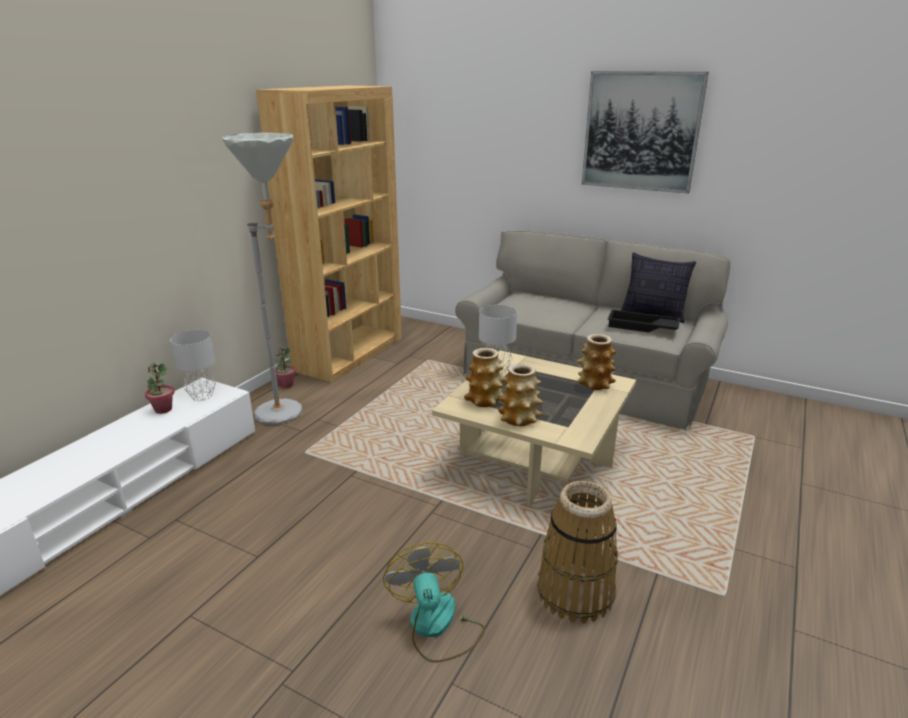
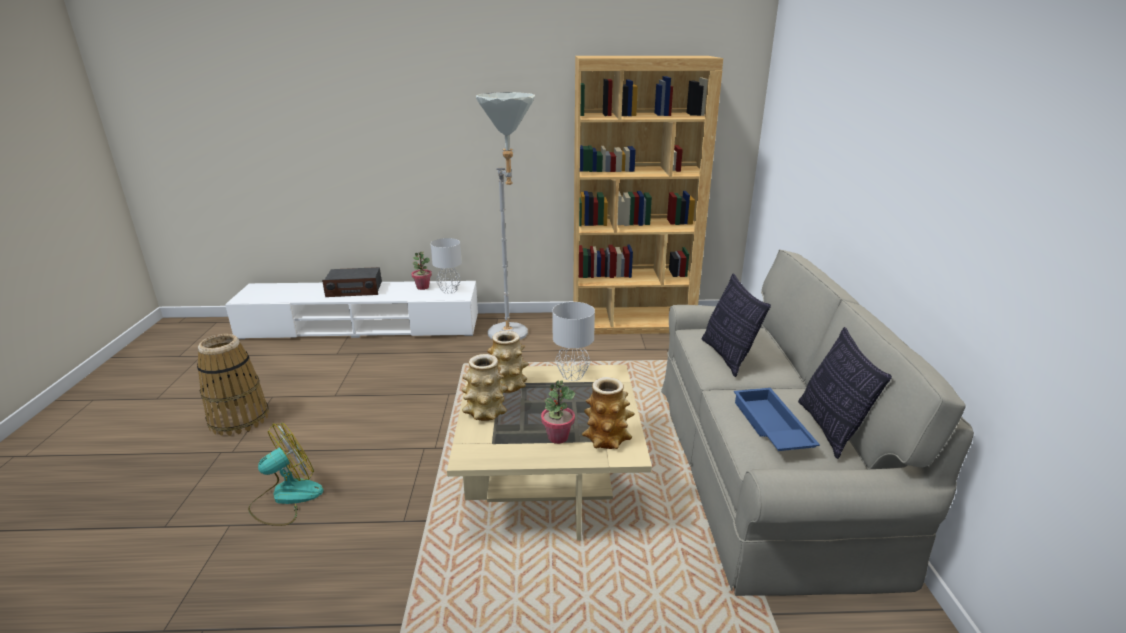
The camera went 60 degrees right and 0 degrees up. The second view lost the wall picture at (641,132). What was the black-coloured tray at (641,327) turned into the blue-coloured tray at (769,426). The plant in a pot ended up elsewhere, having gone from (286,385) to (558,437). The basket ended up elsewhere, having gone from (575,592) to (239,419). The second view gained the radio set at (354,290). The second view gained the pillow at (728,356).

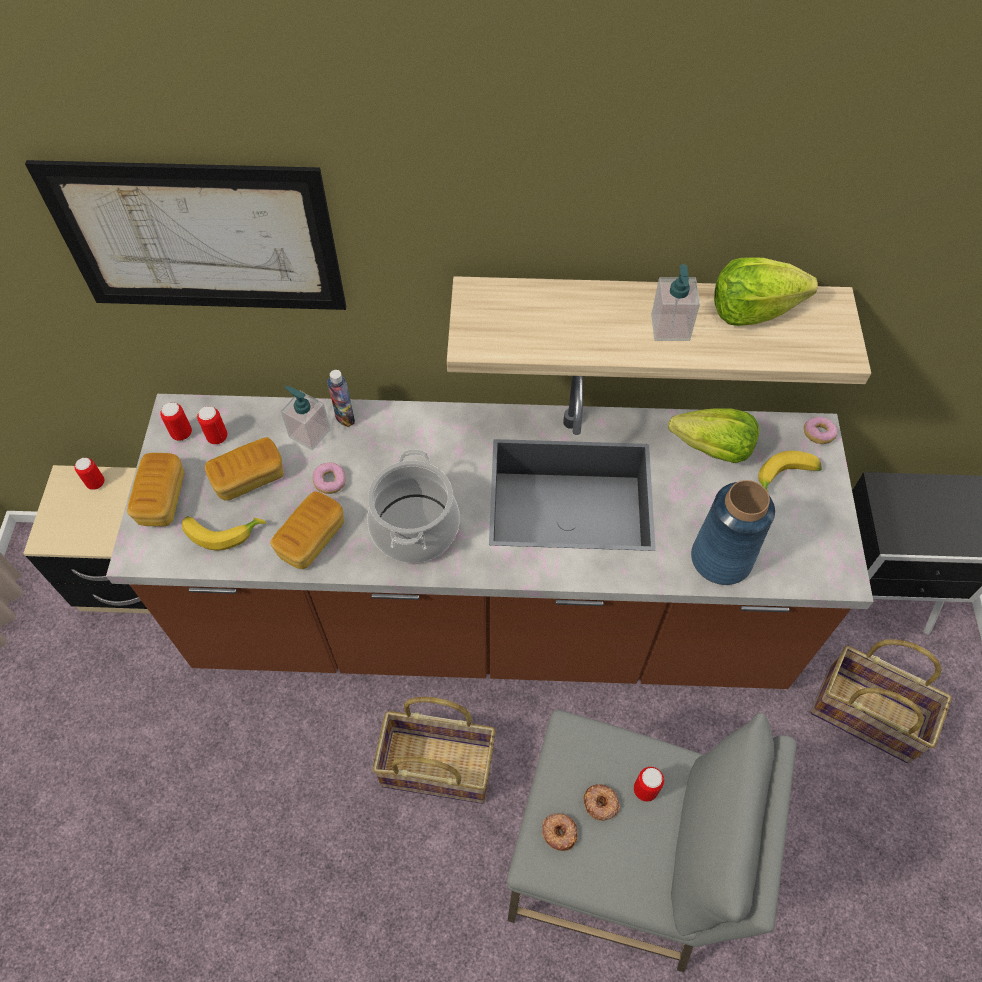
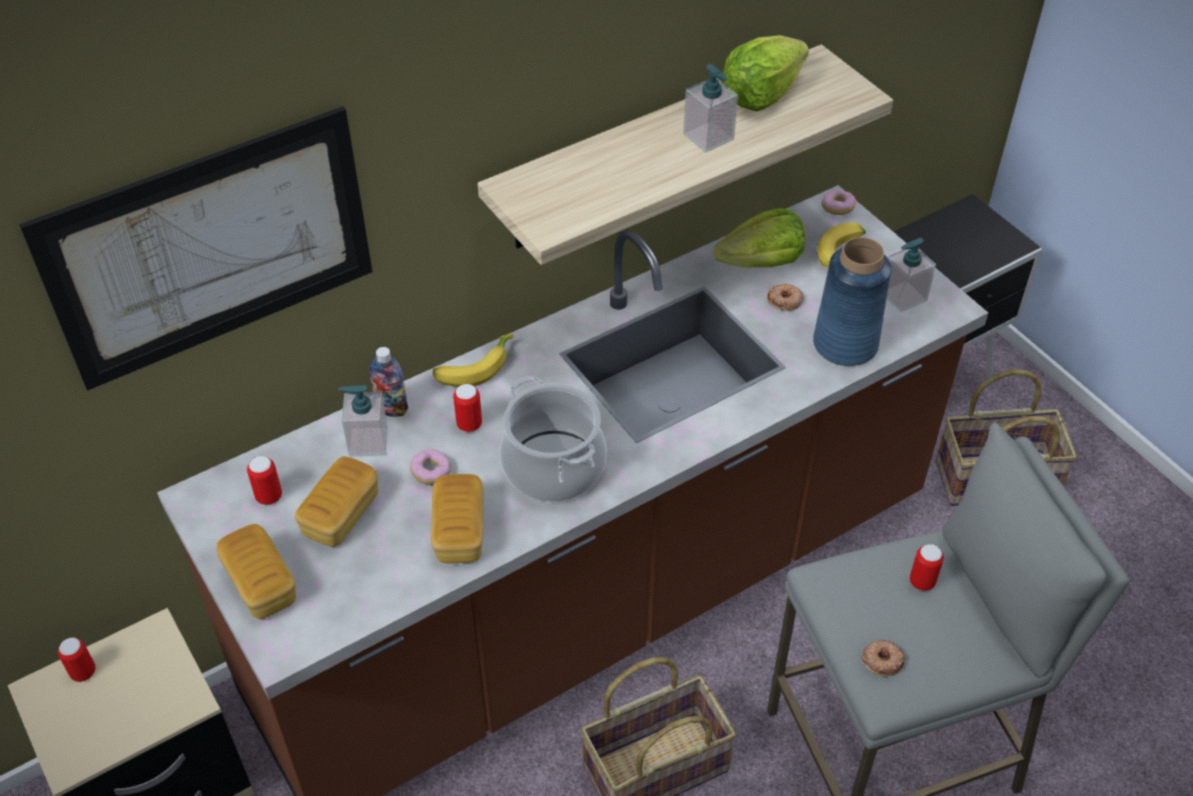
The camera went 35 degrees left and 10 degrees down. The can ended up elsewhere, having gone from (182,433) to (469,424). The banana ended up elsewhere, having gone from (223,531) to (473,367). The donut ended up elsewhere, having gone from (600,803) to (785,300). The second view gained the soap bottle at (903,296).

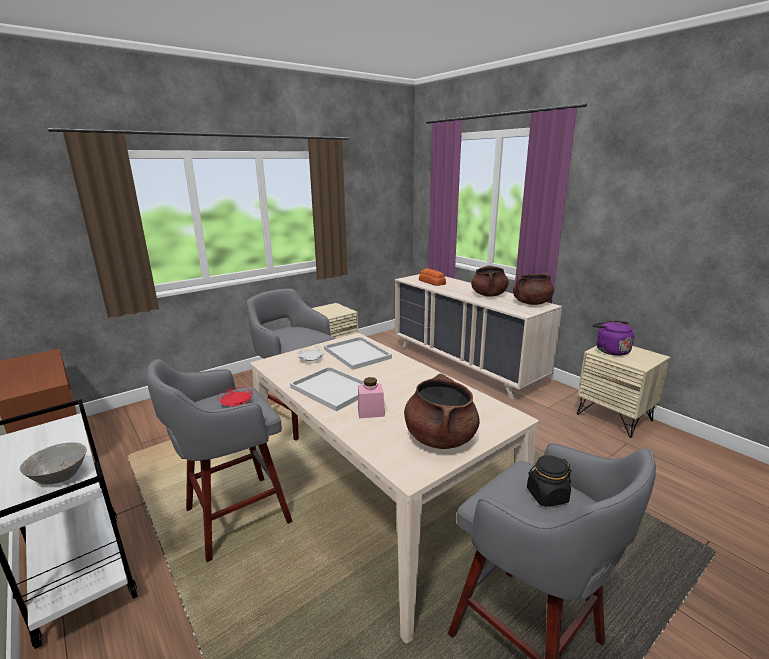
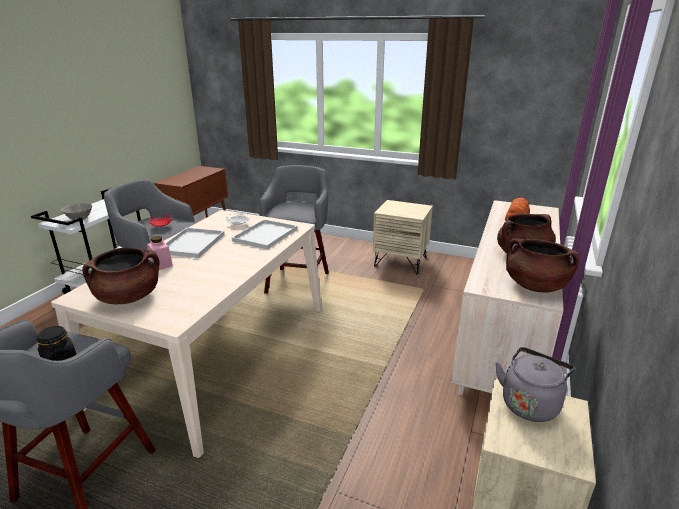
The camera went 60 degrees right and 5 degrees up. What was the purple kettle at (610,350) turned into the greyish kettle at (530,403).

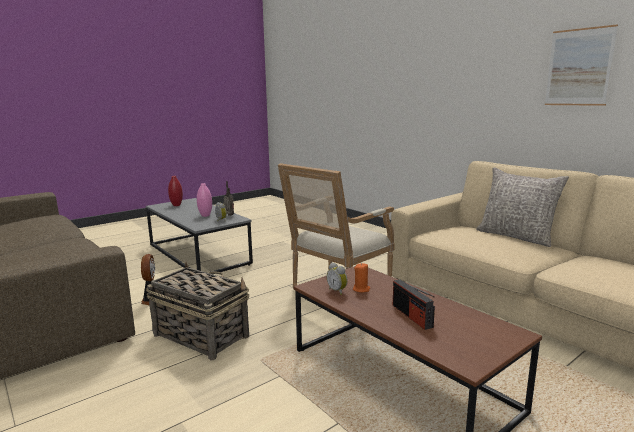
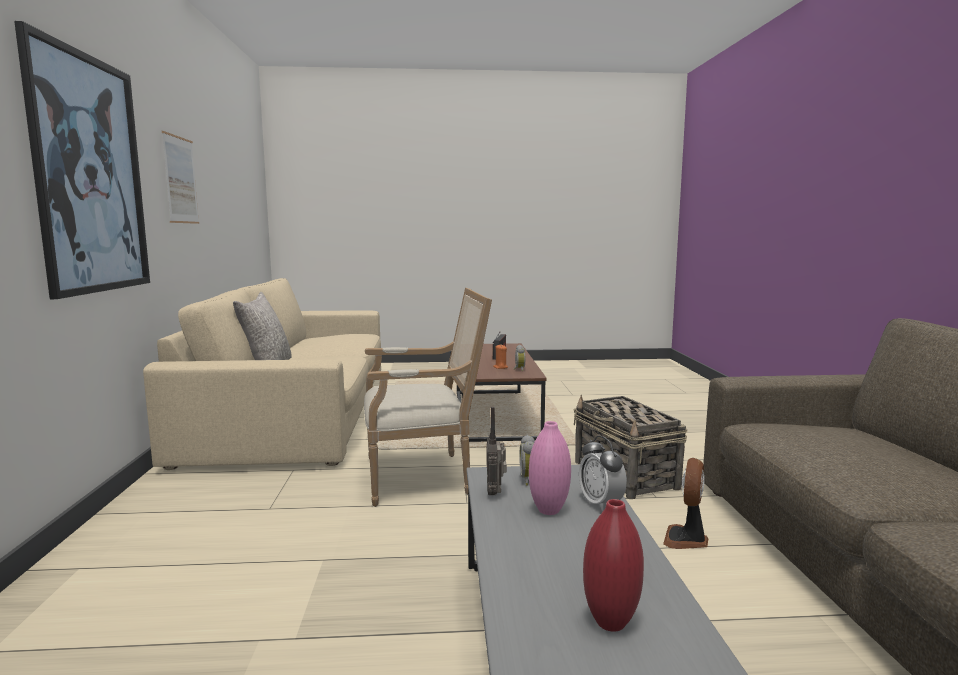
The camera went 145 degrees left and 5 degrees down. The second view gained the wall picture at (90,175). The second view gained the table clock at (601,503).

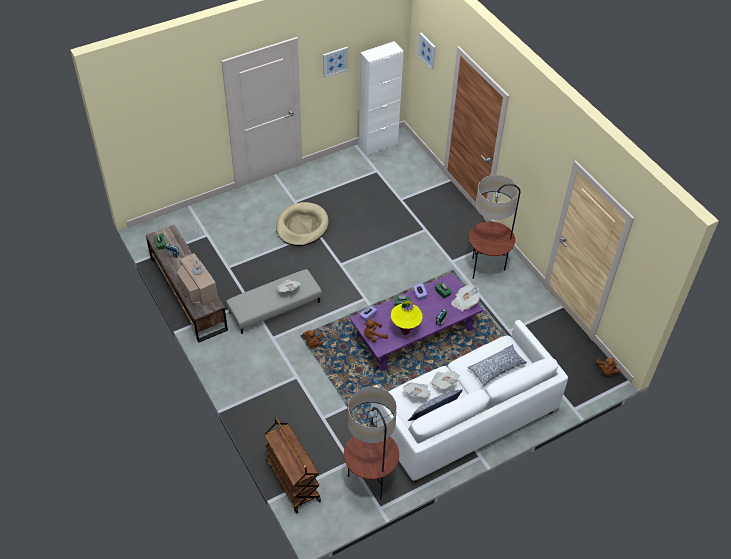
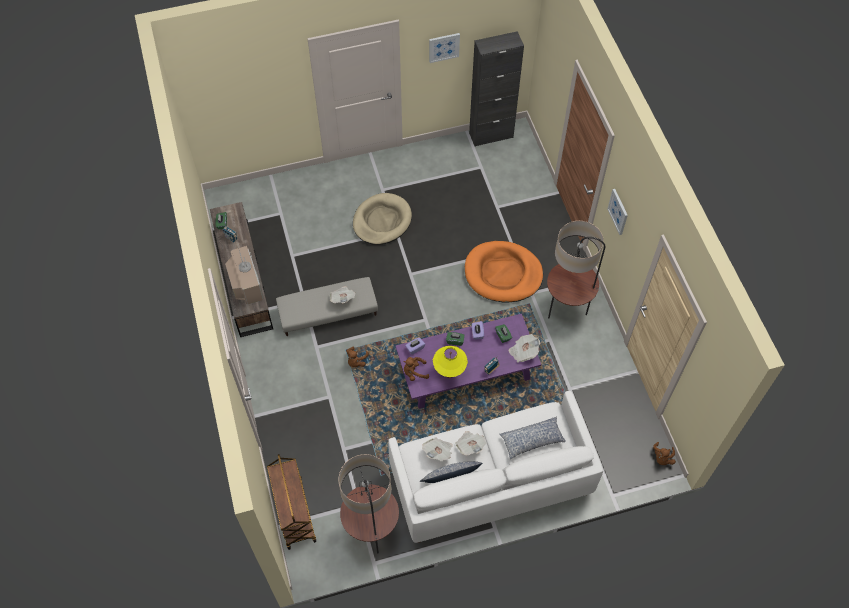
The camera went 15 degrees right and 10 degrees up. The wall picture ended up elsewhere, having gone from (427,50) to (618,211). What was the whitish storage cabinet at (378,145) turned into the black-coloured storage cabinet at (491,135). The second view gained the orange dog bed at (503,274).

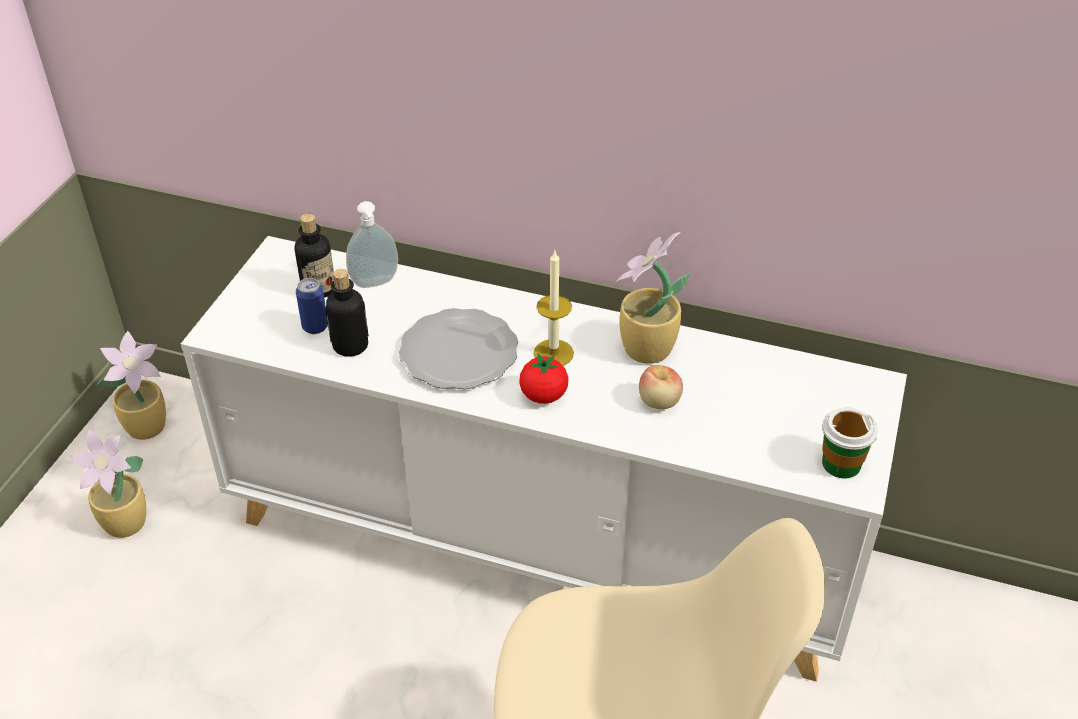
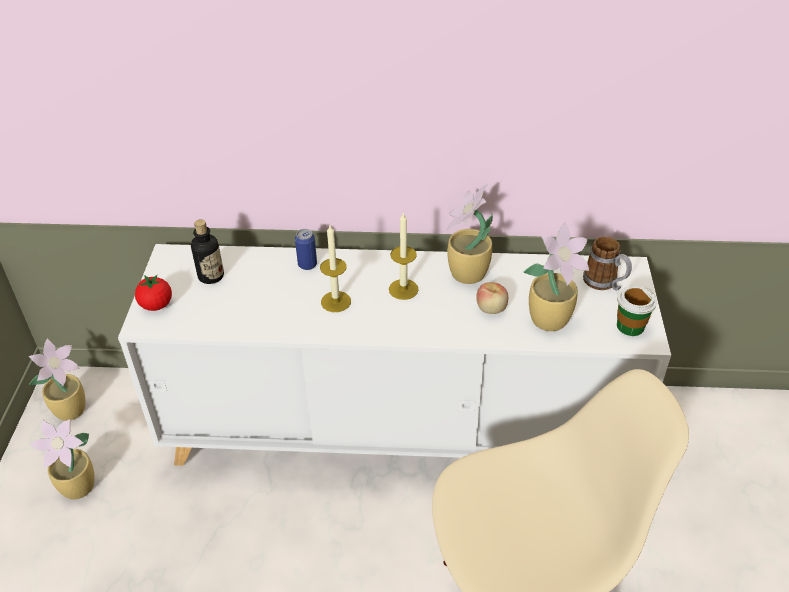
The camera went 15 degrees left and 0 degrees up. The second view lost the soap bottle at (375,283). The second view lost the drink bottle at (350,346). The can ended up elsewhere, having gone from (315,327) to (307,265). Where the flat dish stood at (460,352), the wax candle came to stand at (336,301). The whole tomato ended up elsewhere, having gone from (543,396) to (156,305). The second view gained the plant in a pot at (551,319). The second view gained the tea mug at (605,284).

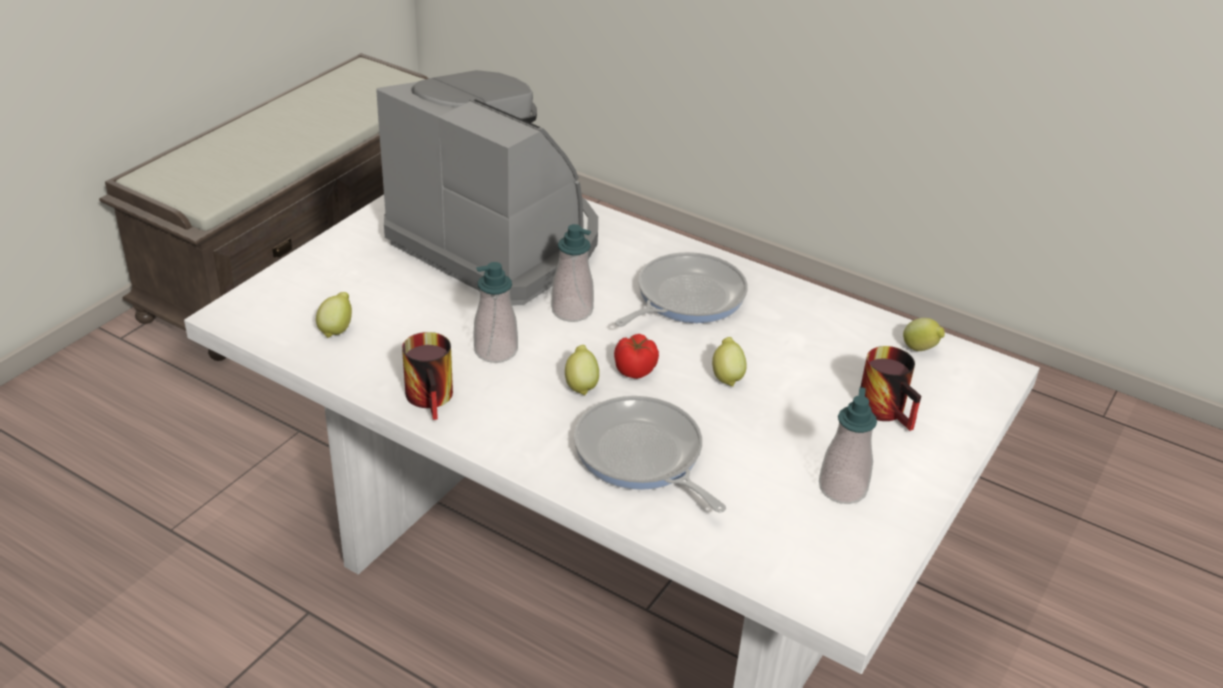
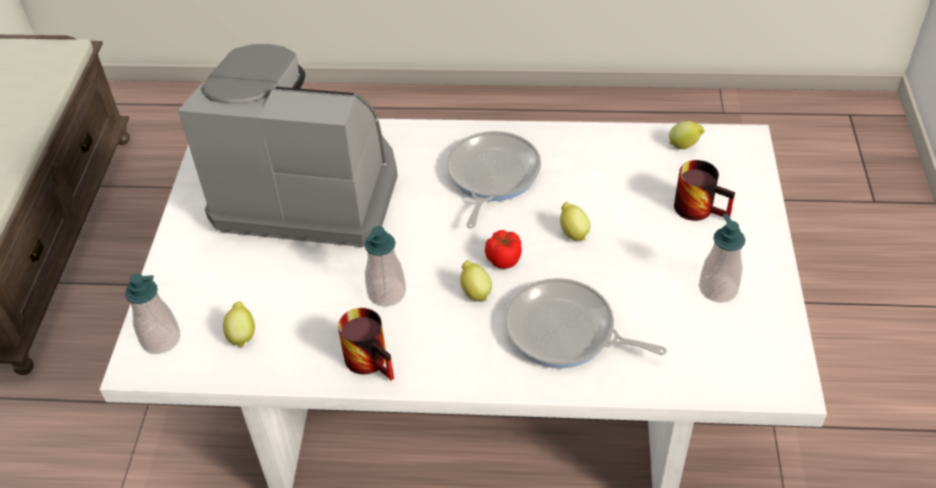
The camera went 25 degrees left and 10 degrees up. The soap bottle ended up elsewhere, having gone from (572,311) to (161,339).

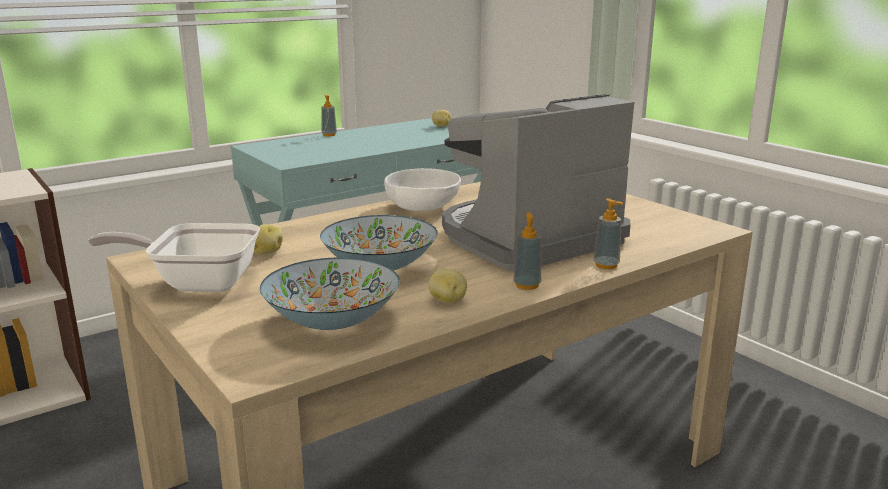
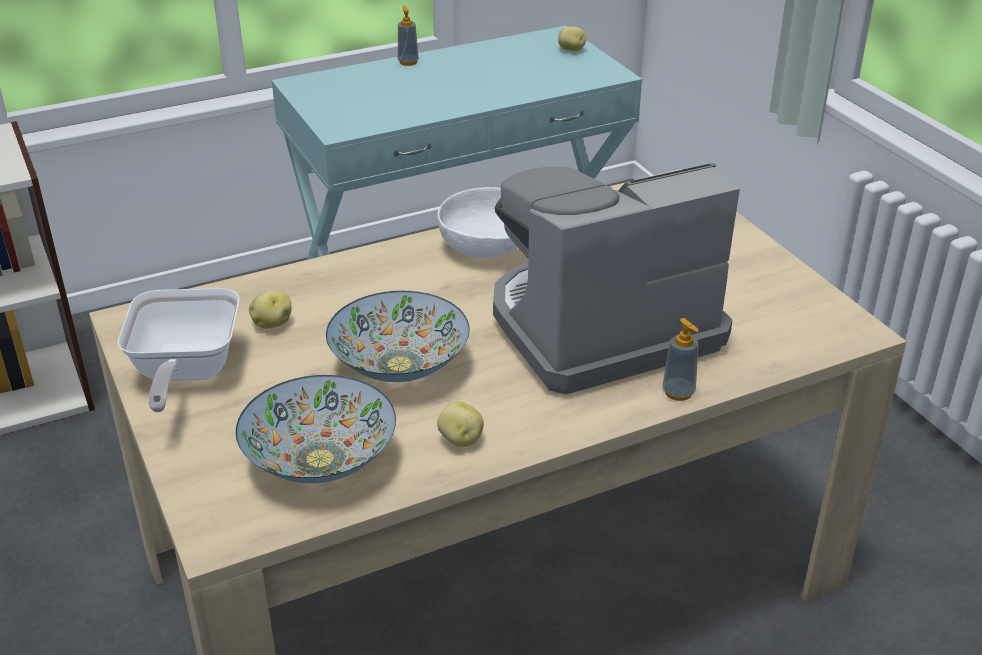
The camera went 10 degrees right and 15 degrees up. The second view lost the soap bottle at (527,285). The pan at (197,282) ended up facing another way, 105 degrees counterclockwise from before.

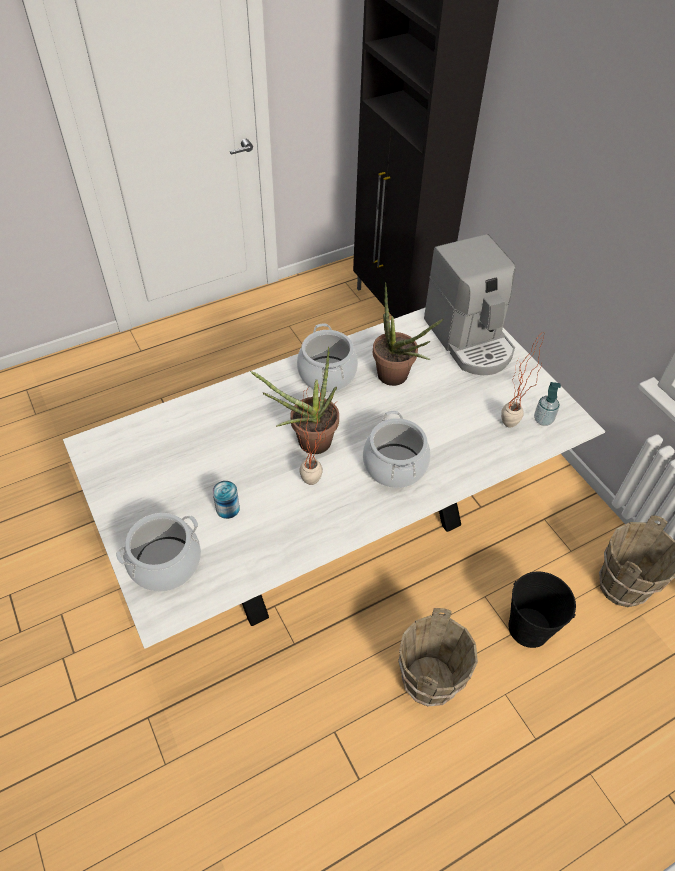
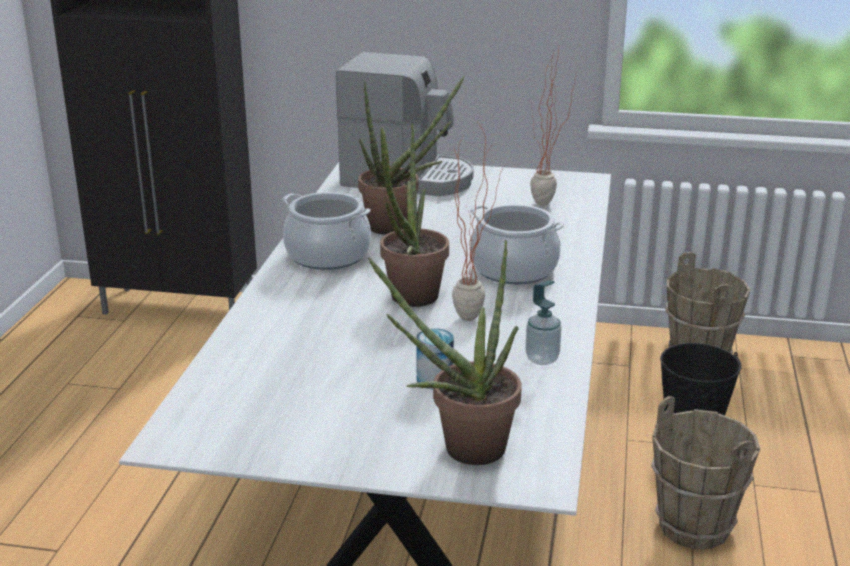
The camera went 50 degrees left and 25 degrees down. The soap bottle ended up elsewhere, having gone from (543,420) to (542,359). Where the stockpot stood at (165,563), the plant in a pot came to stand at (461,450).

